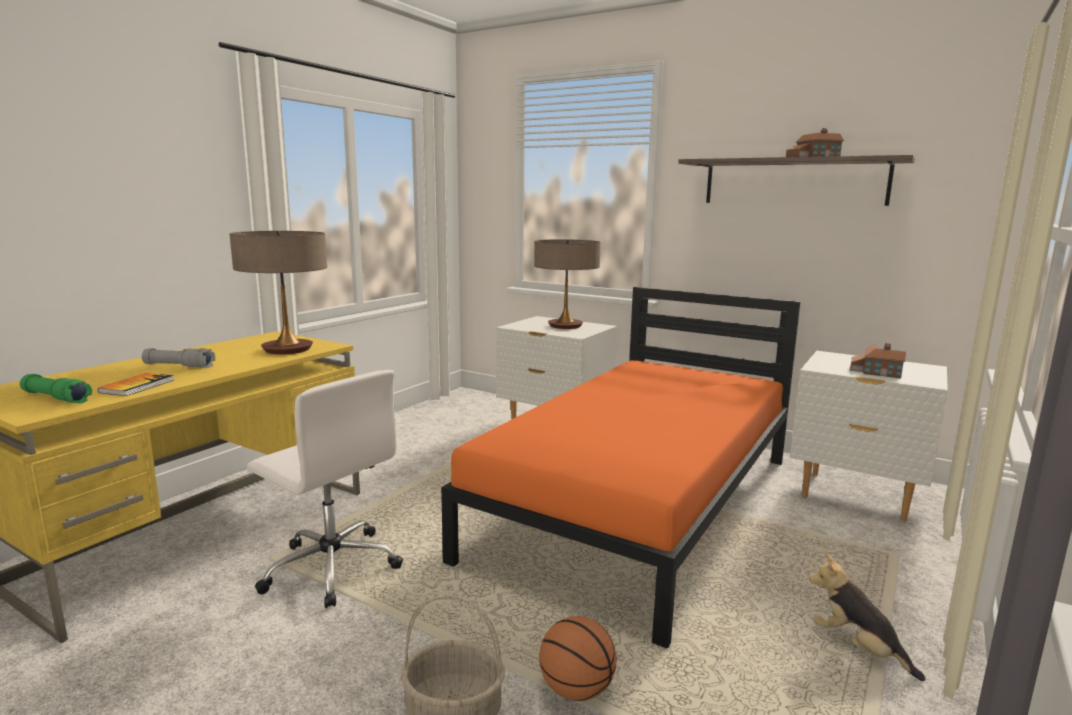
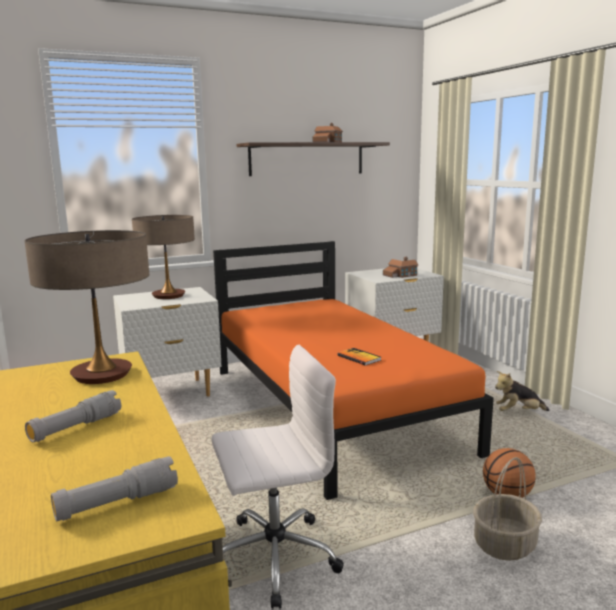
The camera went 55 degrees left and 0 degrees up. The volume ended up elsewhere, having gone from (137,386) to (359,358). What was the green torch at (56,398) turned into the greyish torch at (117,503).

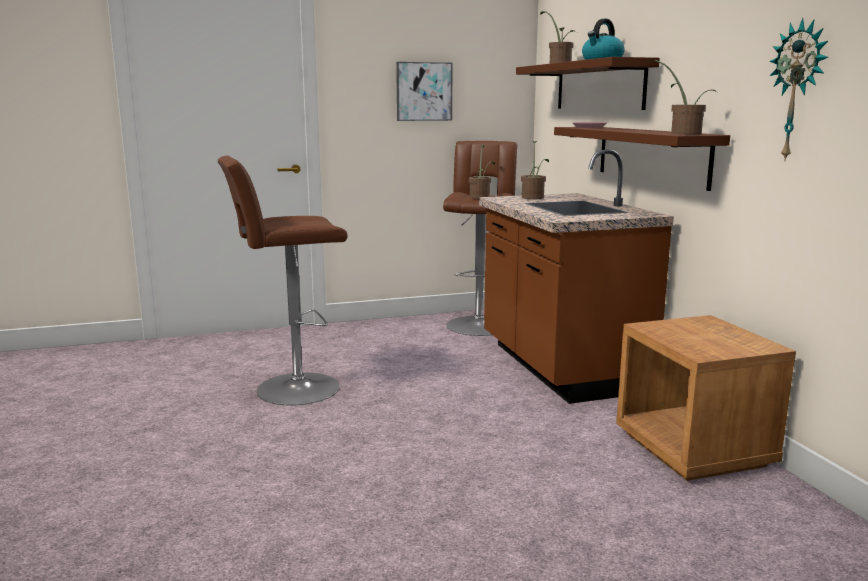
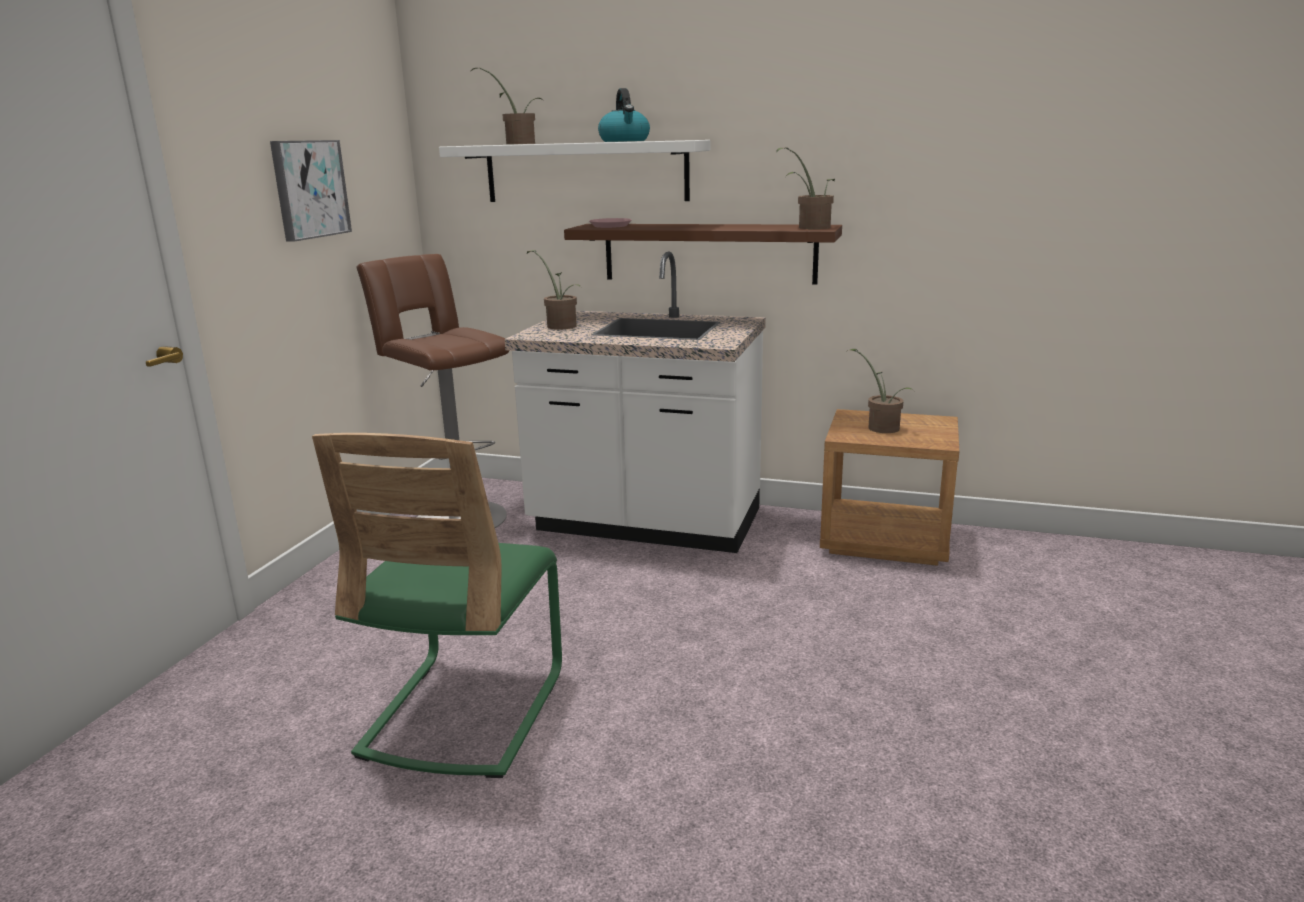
The camera went 55 degrees left and 5 degrees up. The second view lost the hanging clock at (798,91). What was the brown-coloured shelf at (598,86) turned into the whitish shelf at (585,172). The plant in a pot ended up elsewhere, having gone from (480,197) to (880,427). What was the brown-coloured kitchen counter at (559,367) turned into the whitish kitchen counter at (646,524). Where the brown-coloured sitting stool stood at (291,389), the green plain chair came to stand at (464,711).

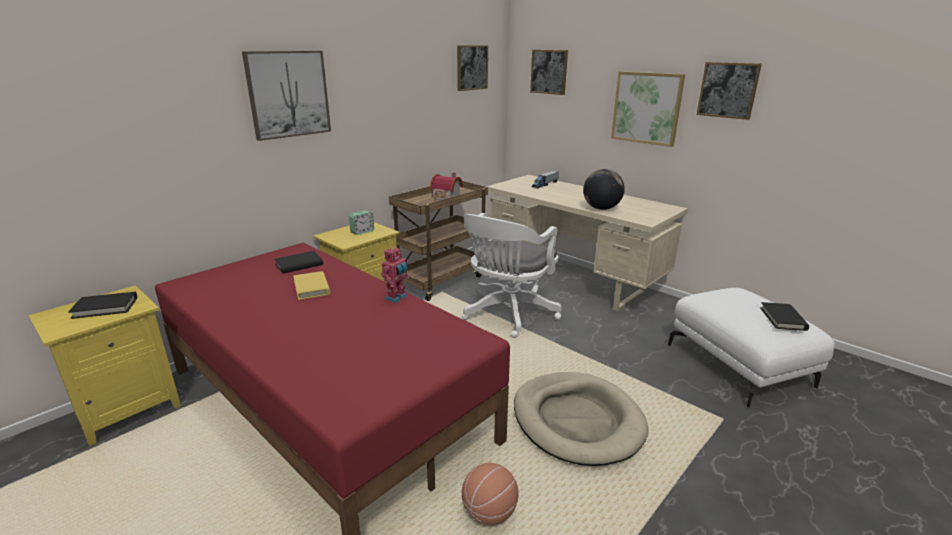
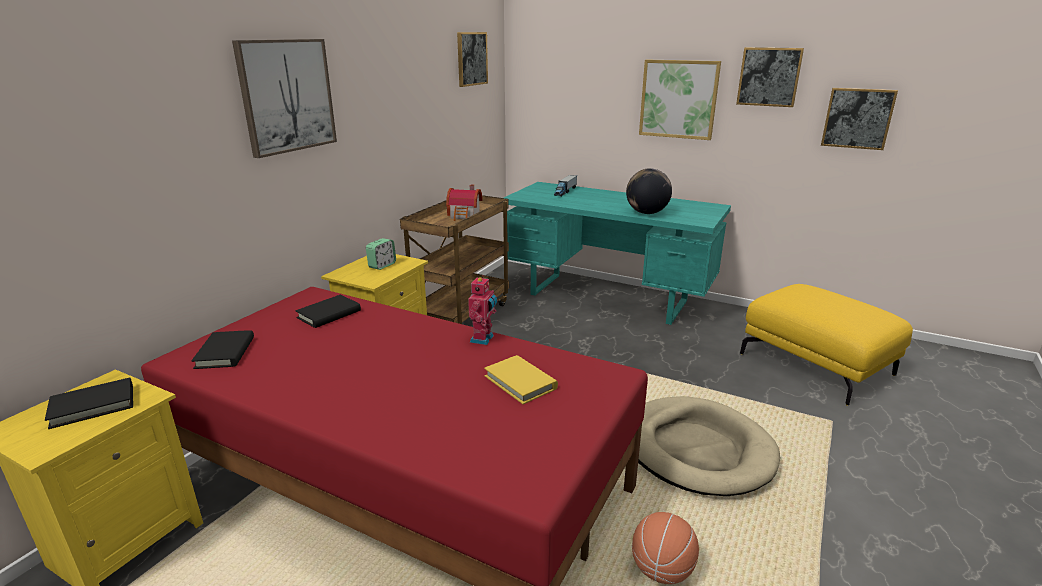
The camera went 15 degrees left and 0 degrees up. The wall picture ended up elsewhere, having gone from (549,72) to (857,118). What was the beige desk at (574,281) turned into the blue-green desk at (609,297). The second view lost the whitish desk chair at (507,314). The yellow-coloured volume ended up elsewhere, having gone from (312,288) to (520,382). What was the whitish pouffe at (739,365) turned into the yellow-coloured pouffe at (817,364). The black-coloured volume ended up elsewhere, having gone from (783,319) to (225,353).

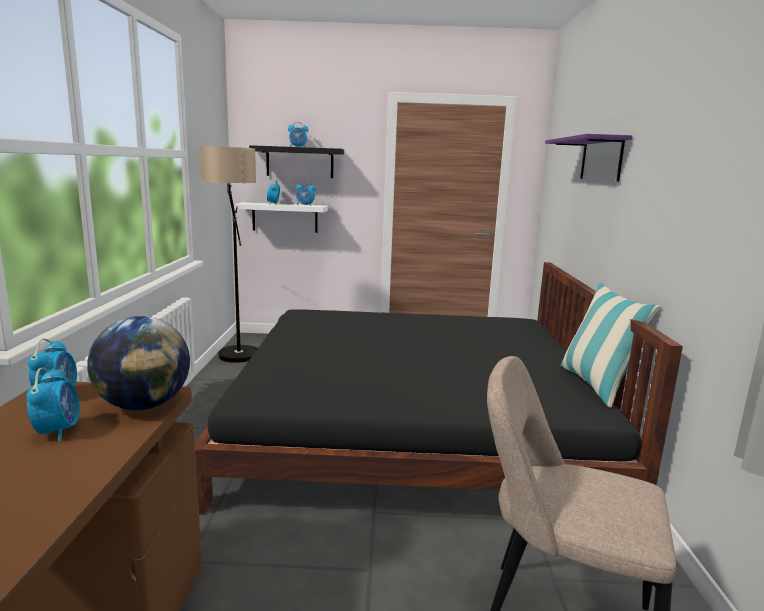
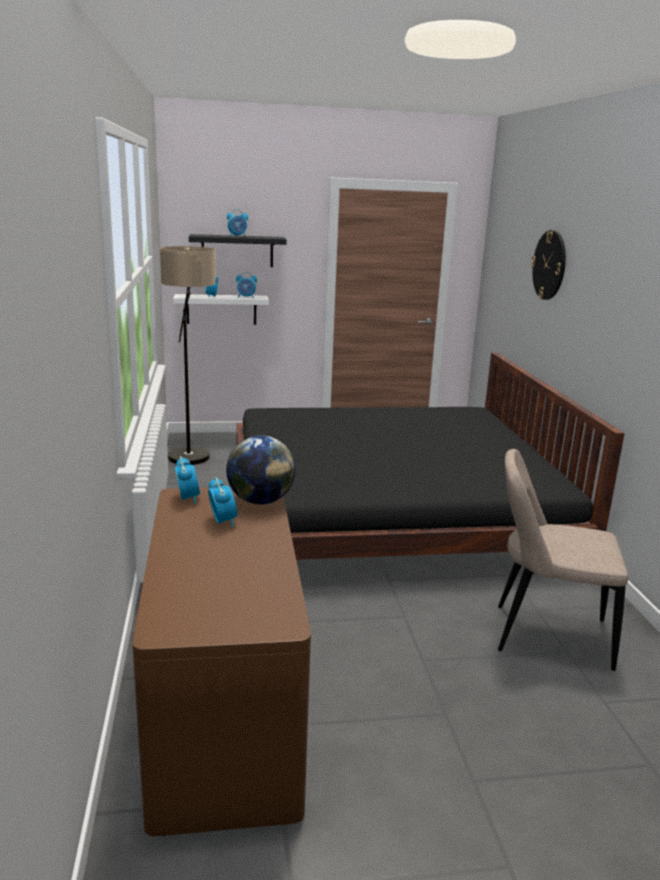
The camera went 10 degrees left and 5 degrees up. Where the purple shelf hung at (601,159), the hanging clock came to hang at (549,265). The second view lost the pillow at (596,385).

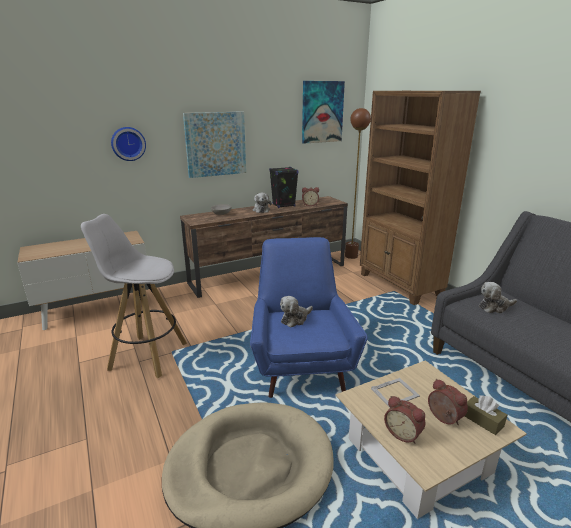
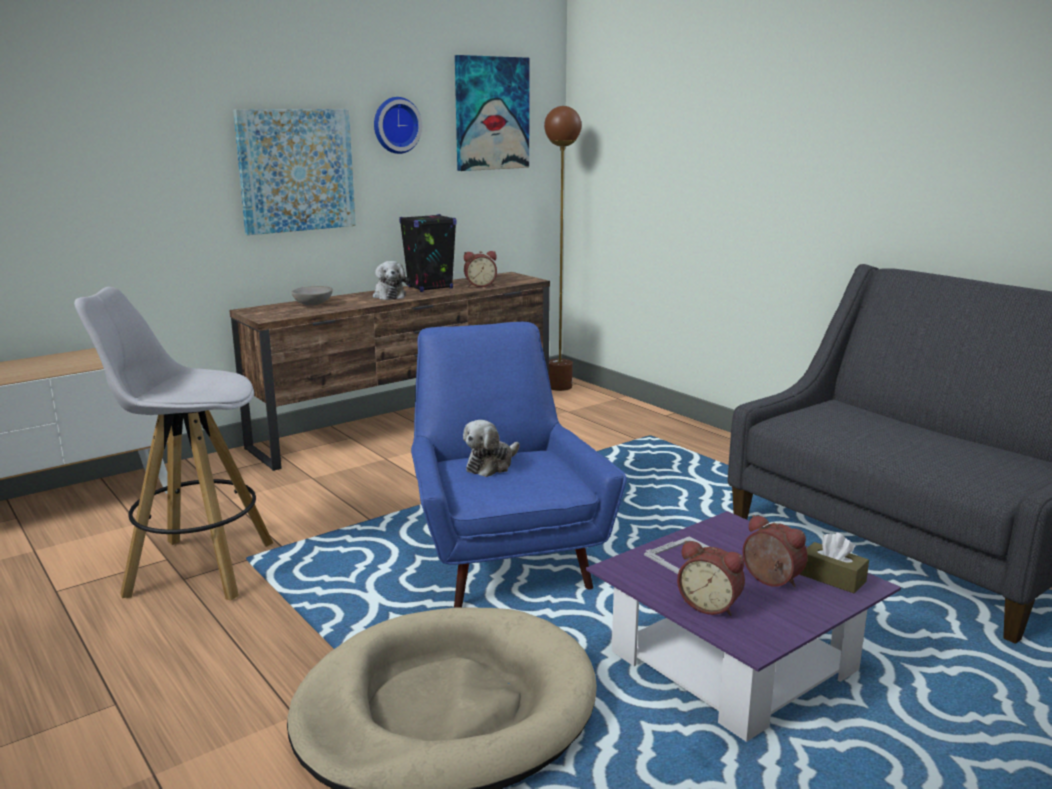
The camera went 10 degrees left and 5 degrees down. The second view lost the brown-coloured bookshelf at (400,285). The hanging clock ended up elsewhere, having gone from (128,143) to (395,125). The second view lost the plush toy at (494,307). What was the beige low table at (418,455) turned into the purple low table at (733,662).

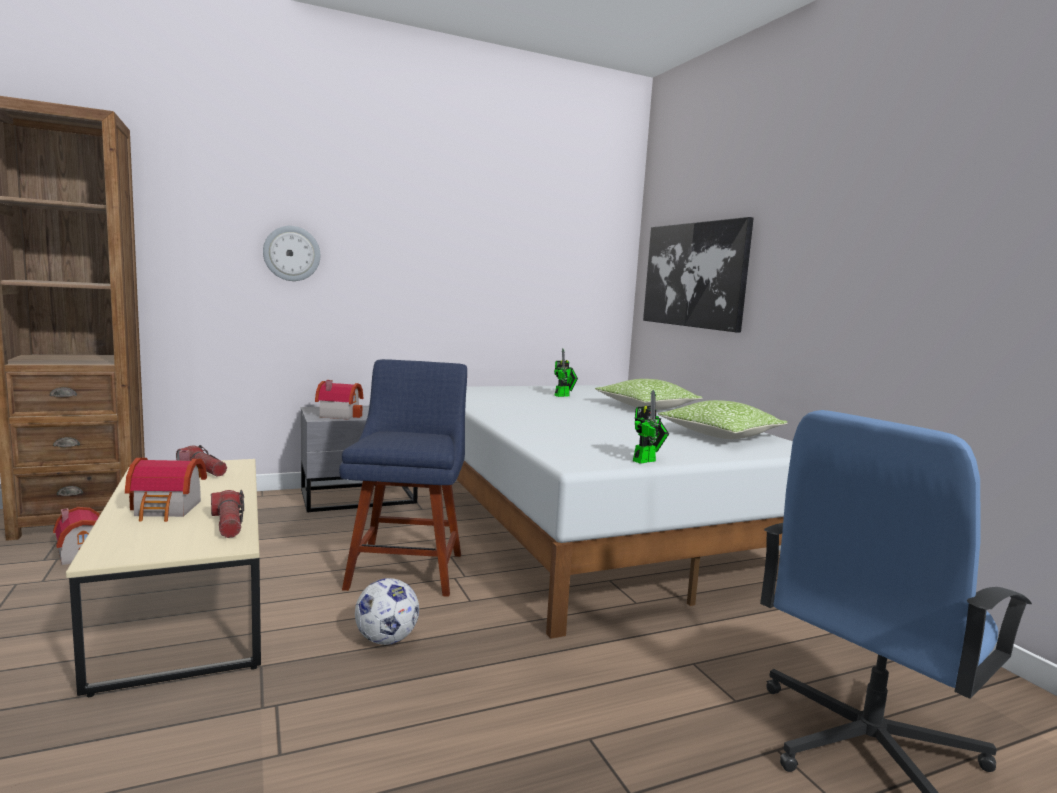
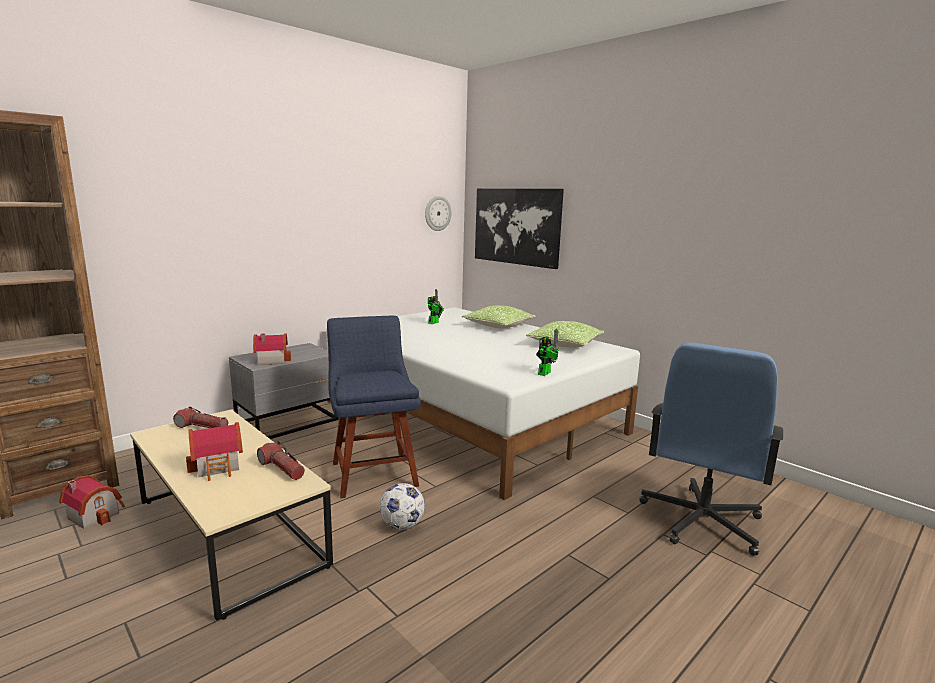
The camera went 20 degrees left and 5 degrees up. The hanging clock ended up elsewhere, having gone from (292,253) to (437,213).

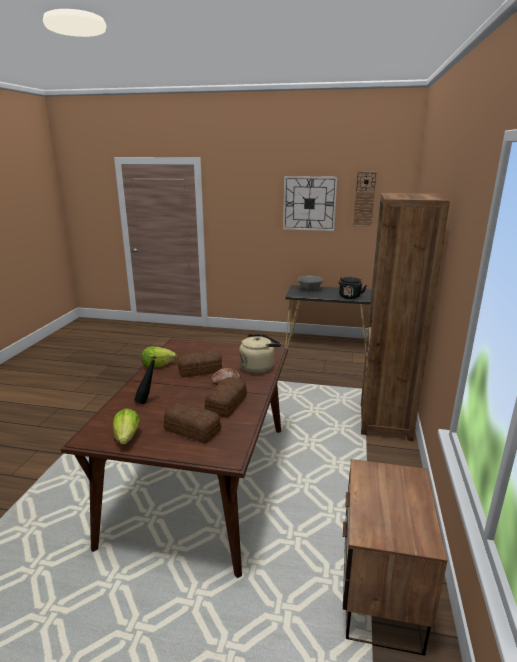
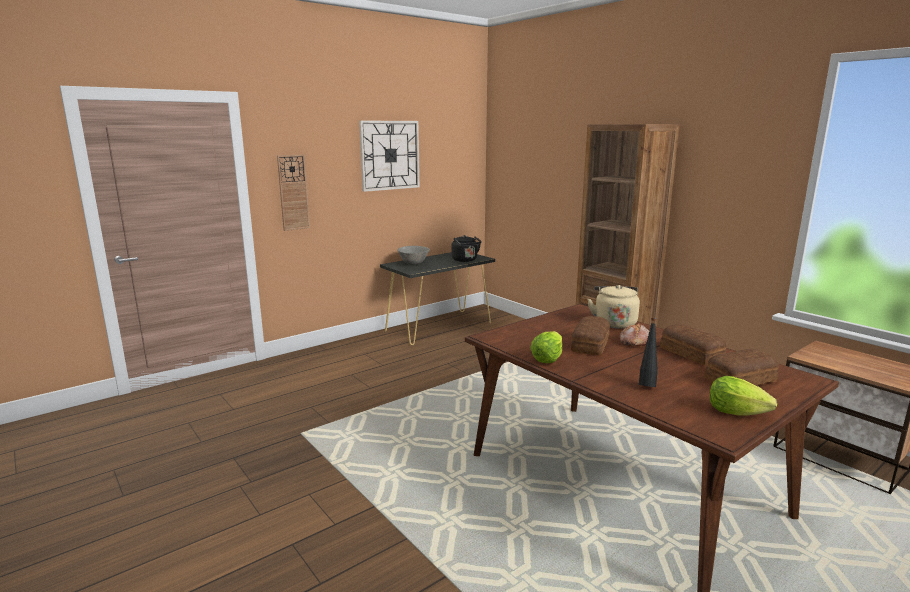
The camera went 50 degrees left and 5 degrees down. The hanging clock ended up elsewhere, having gone from (364,199) to (293,192).

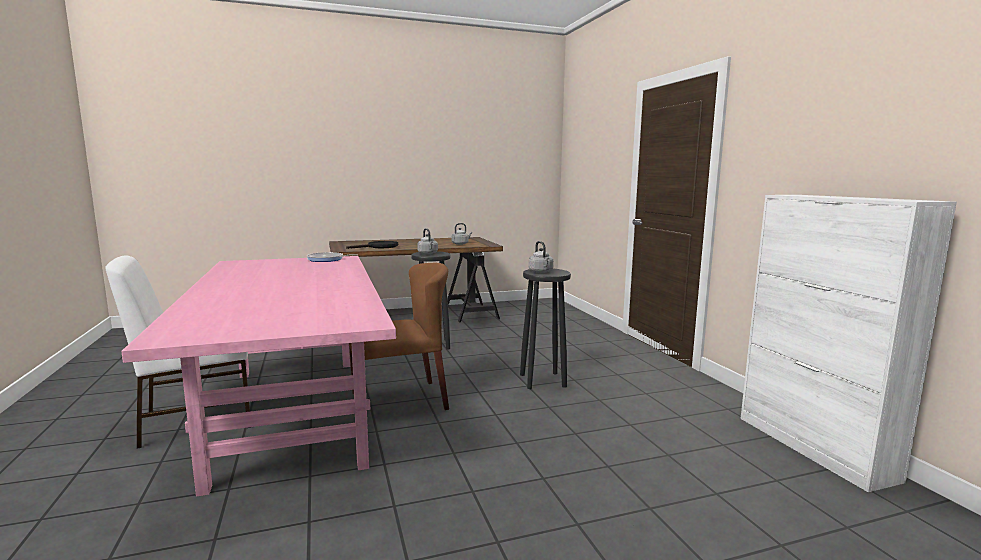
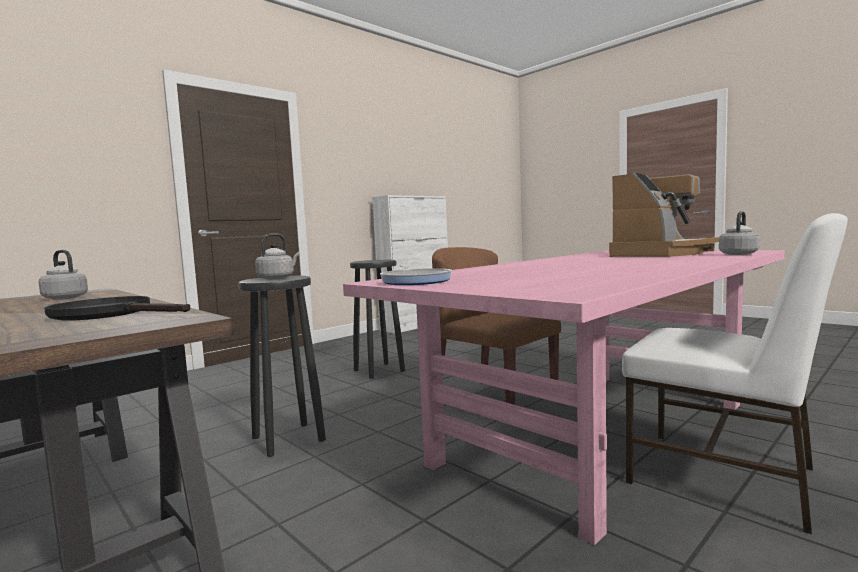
The camera went 115 degrees left and 5 degrees down. The greyish kettle ended up elsewhere, having gone from (541,272) to (739,254). The second view gained the coffee brewer at (661,253).

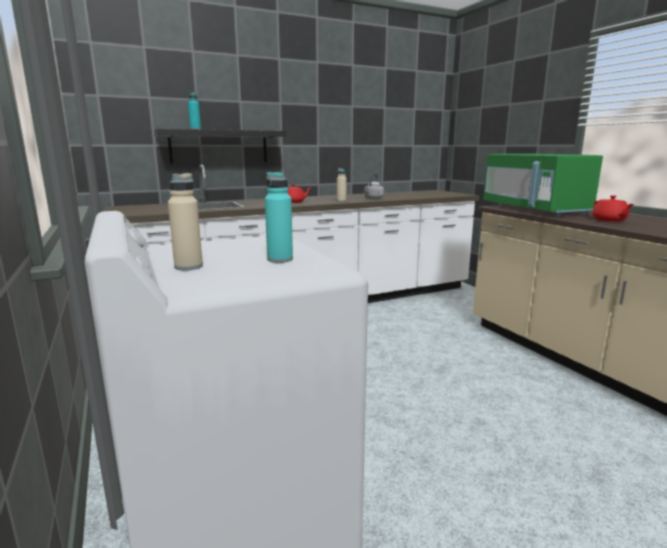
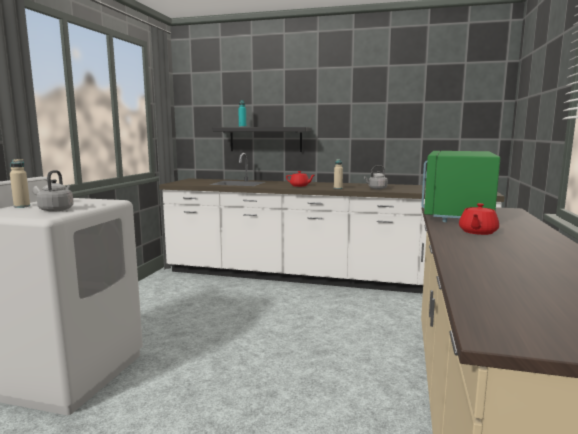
The camera went 40 degrees right and 5 degrees down. Where the blue-green drink bottle stood at (280,259), the greyish kettle came to stand at (57,209).

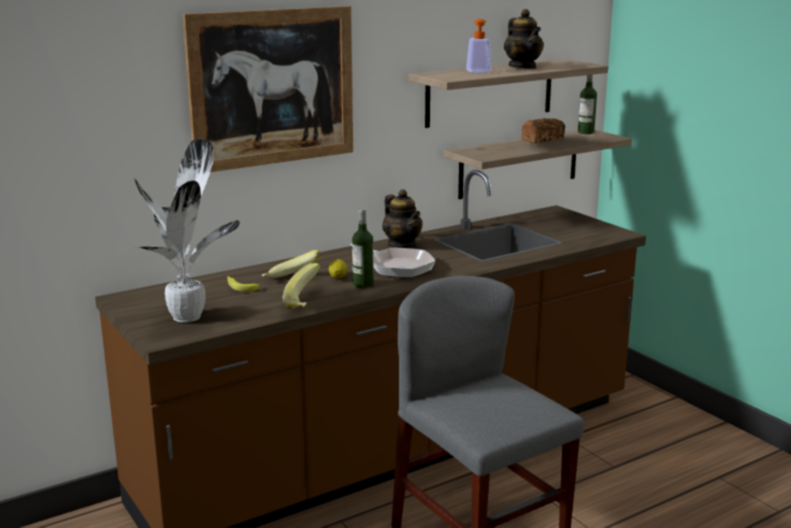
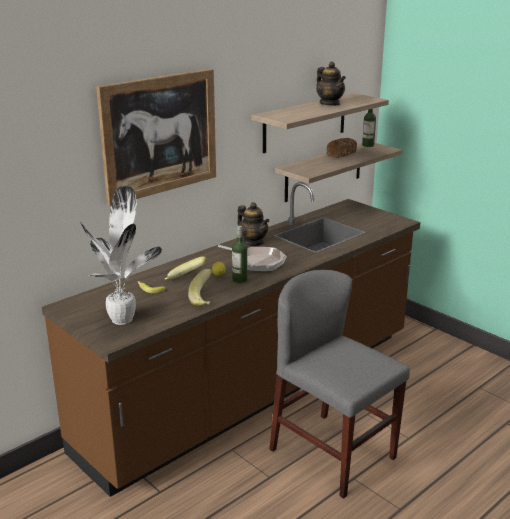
The camera went 10 degrees left and 5 degrees up. The second view lost the soap bottle at (477,71).

